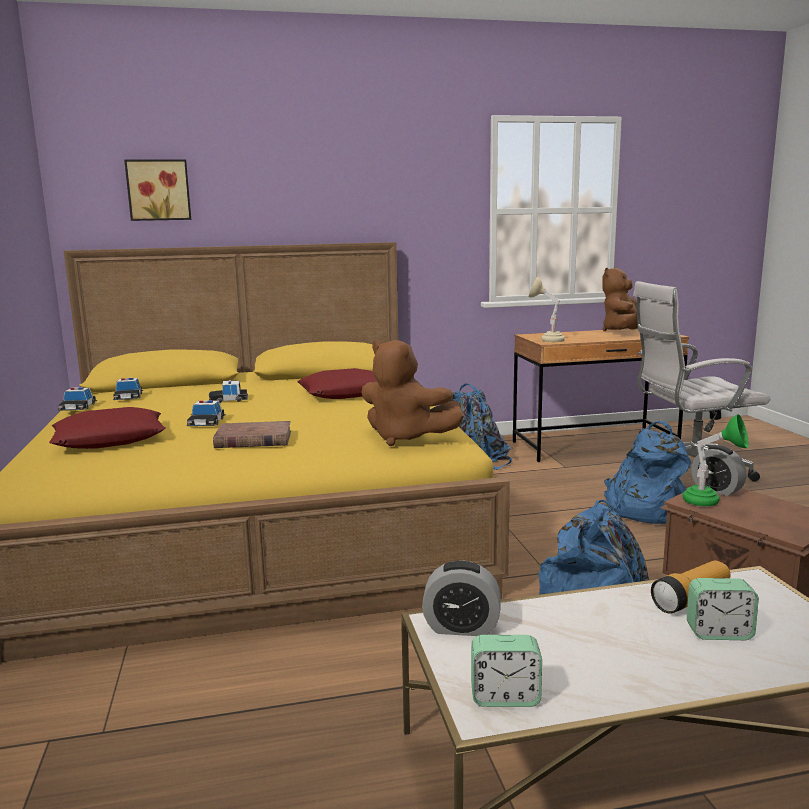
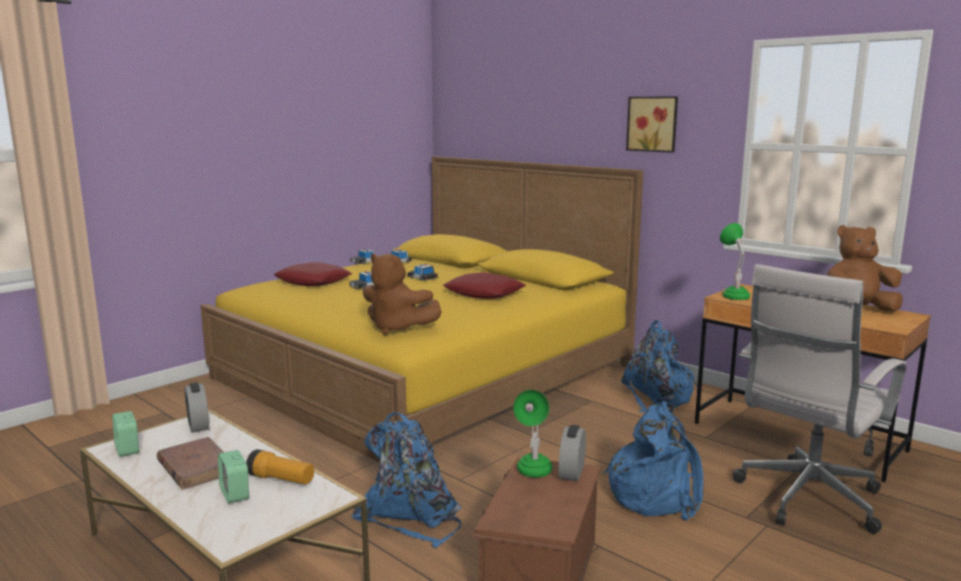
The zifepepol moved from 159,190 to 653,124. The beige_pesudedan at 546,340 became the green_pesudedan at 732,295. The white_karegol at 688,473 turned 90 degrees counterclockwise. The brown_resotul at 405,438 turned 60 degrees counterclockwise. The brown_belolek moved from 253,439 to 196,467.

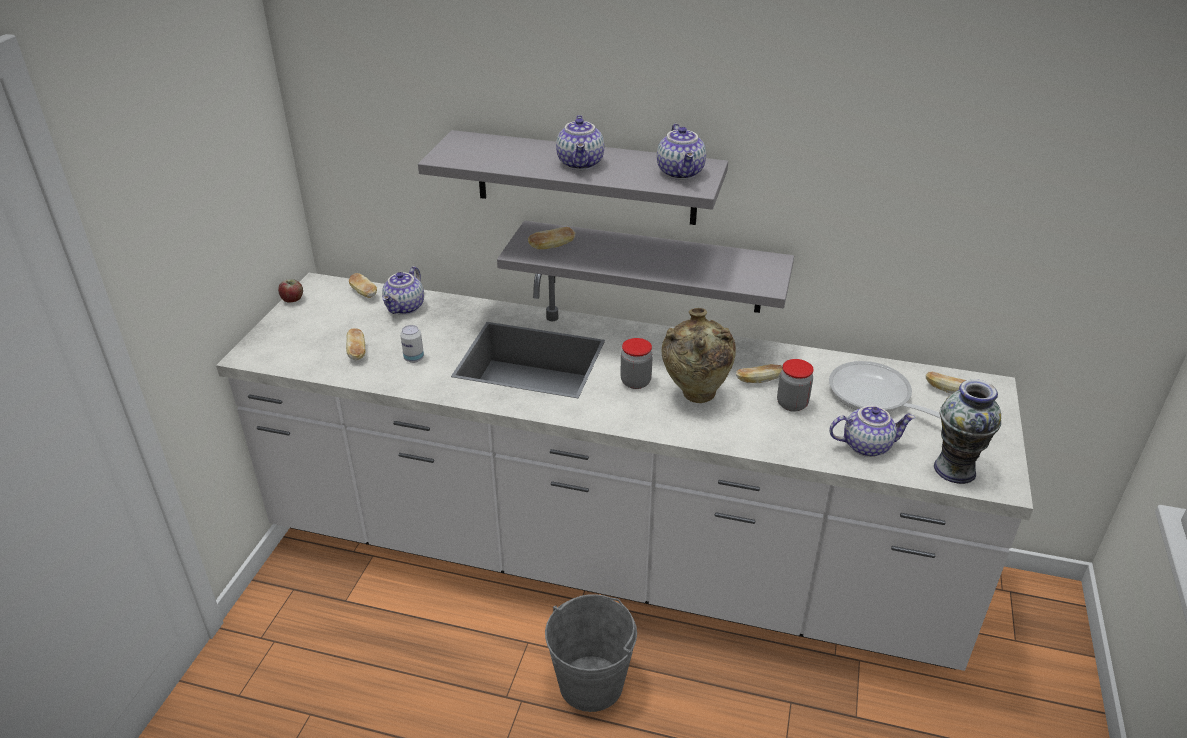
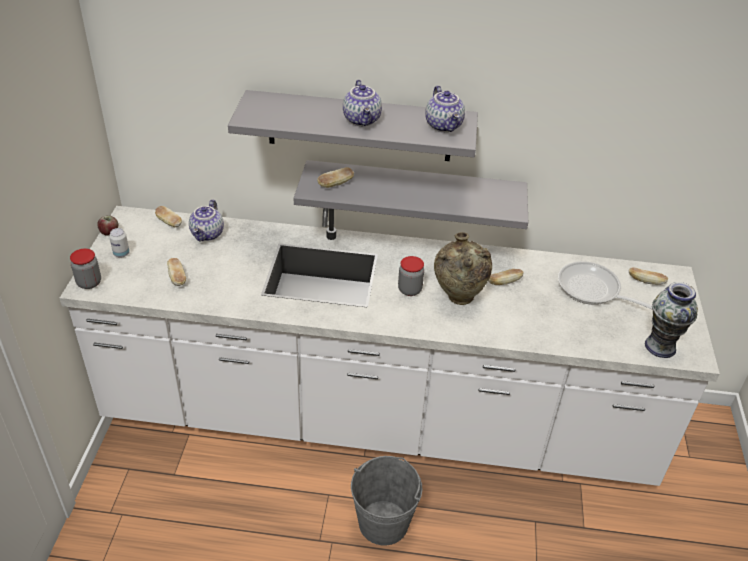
The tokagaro moved from 414,358 to 121,254. The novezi moved from 792,404 to 89,283. The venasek at 867,445 disappeared.

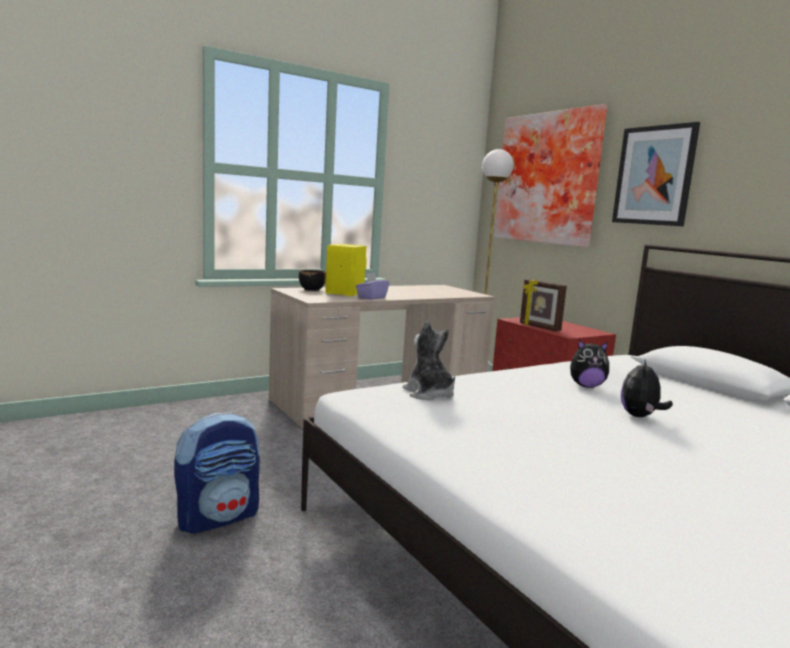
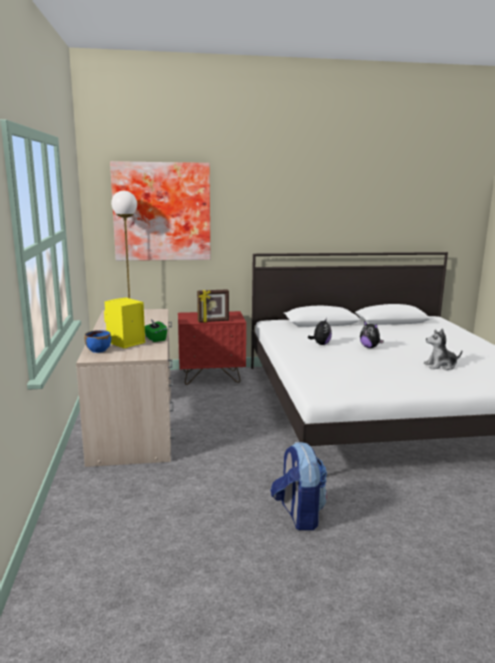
The zifepepol at 654,175 disappeared. The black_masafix at 312,289 became the blue_masafix at 99,350. The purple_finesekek at 371,297 became the green_finesekek at 155,339. The resotul moved from 429,394 to 440,366.

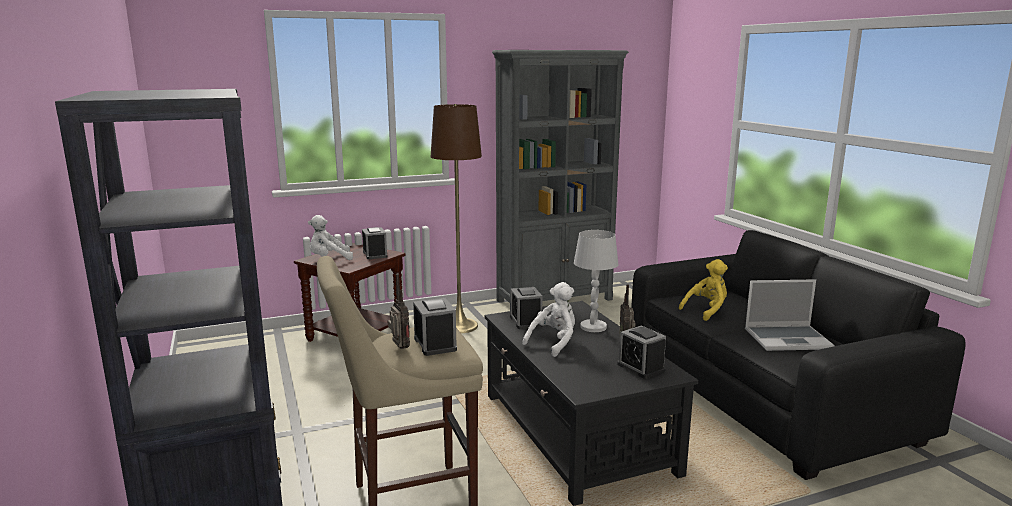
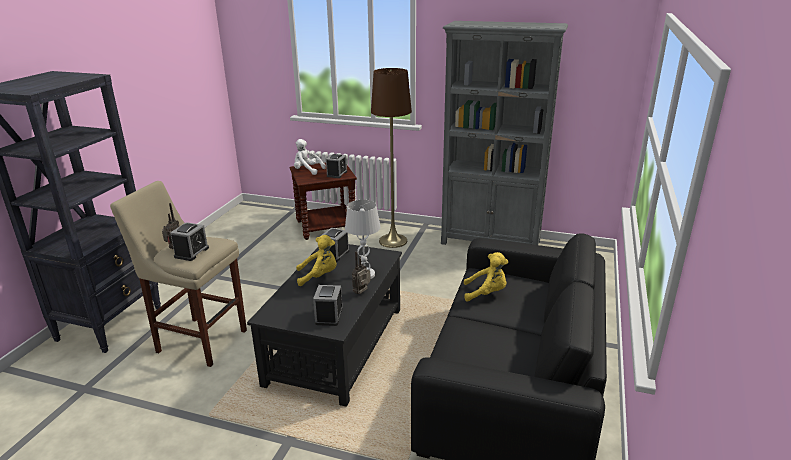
The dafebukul at 787,339 disappeared. The white_resotul at 554,343 became the yellow_resotul at 319,276.

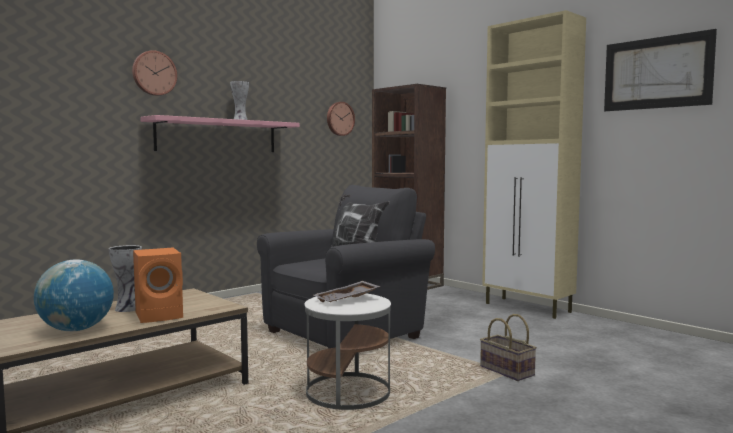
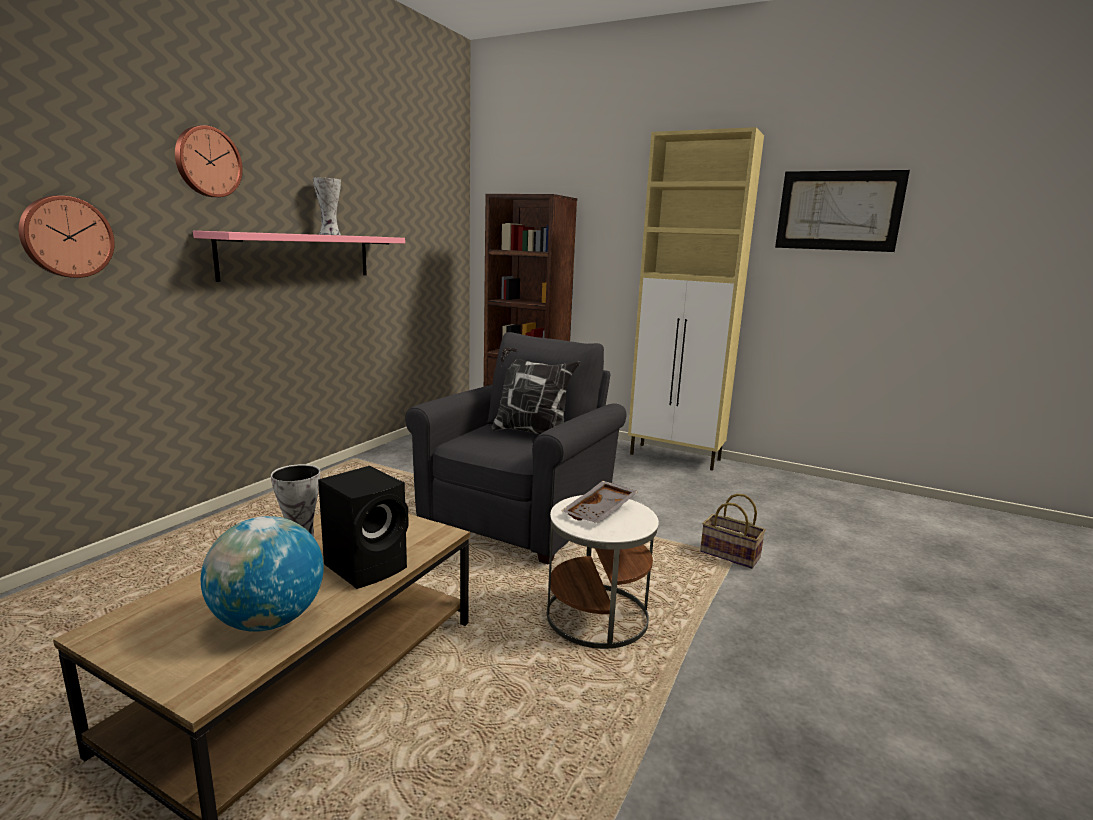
The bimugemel moved from 339,118 to 66,237. The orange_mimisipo at 161,315 became the black_mimisipo at 368,566.

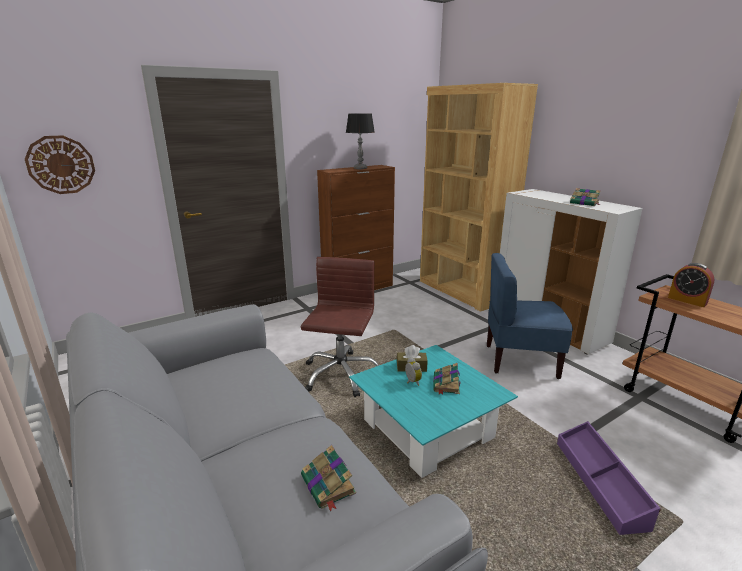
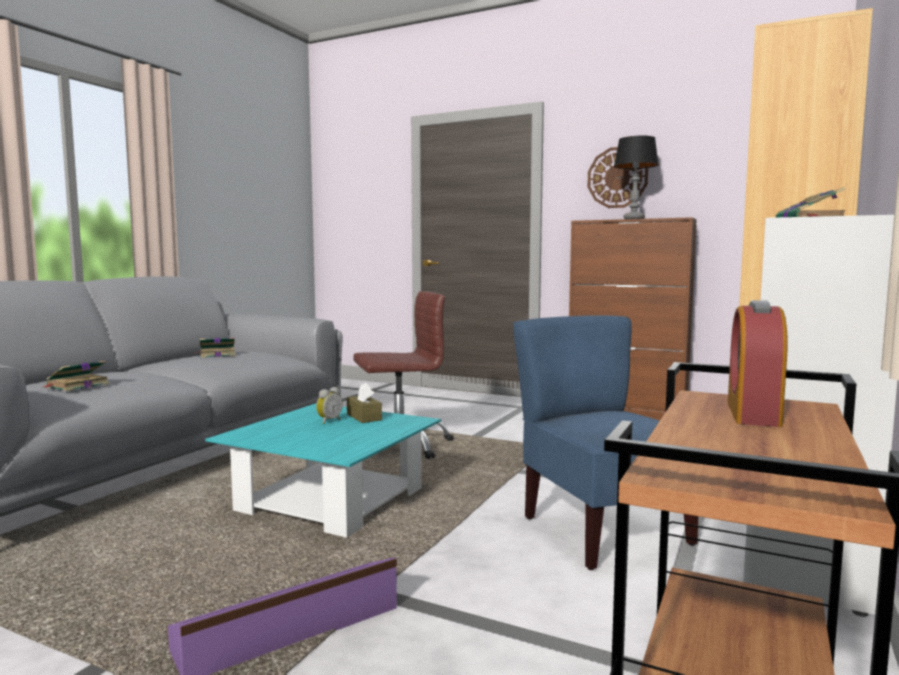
The bimugemel moved from 61,165 to 617,177. The belolek moved from 446,384 to 216,354.

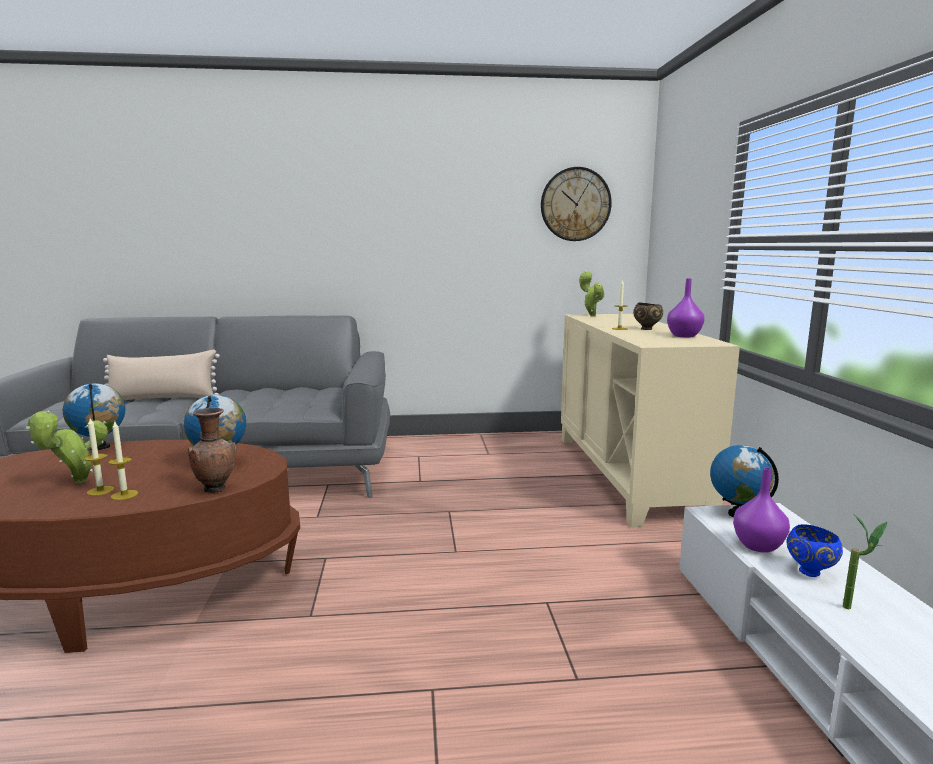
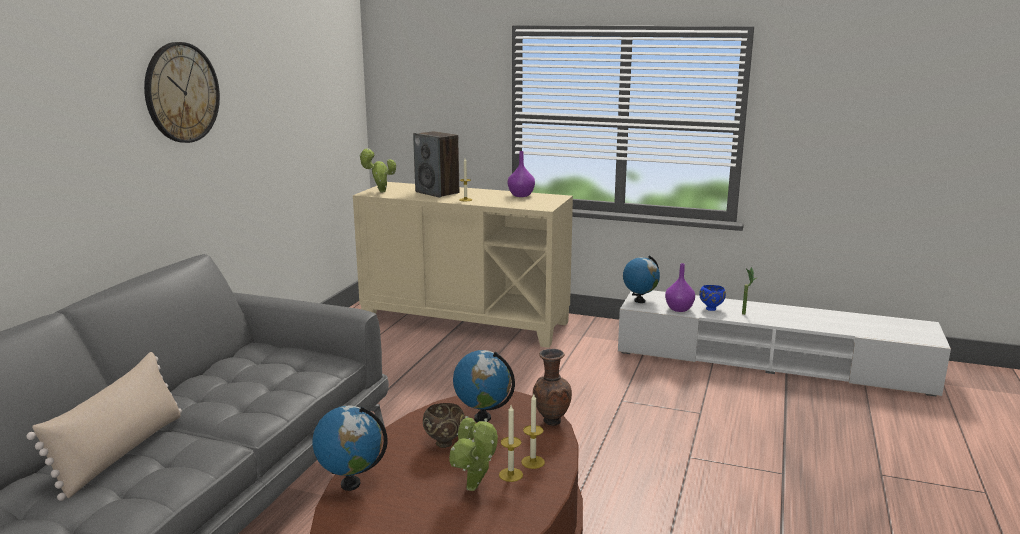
The bimugemel moved from 575,204 to 181,92. The brown_masafix moved from 647,329 to 445,443. The mimisipo at 437,192 appeared.

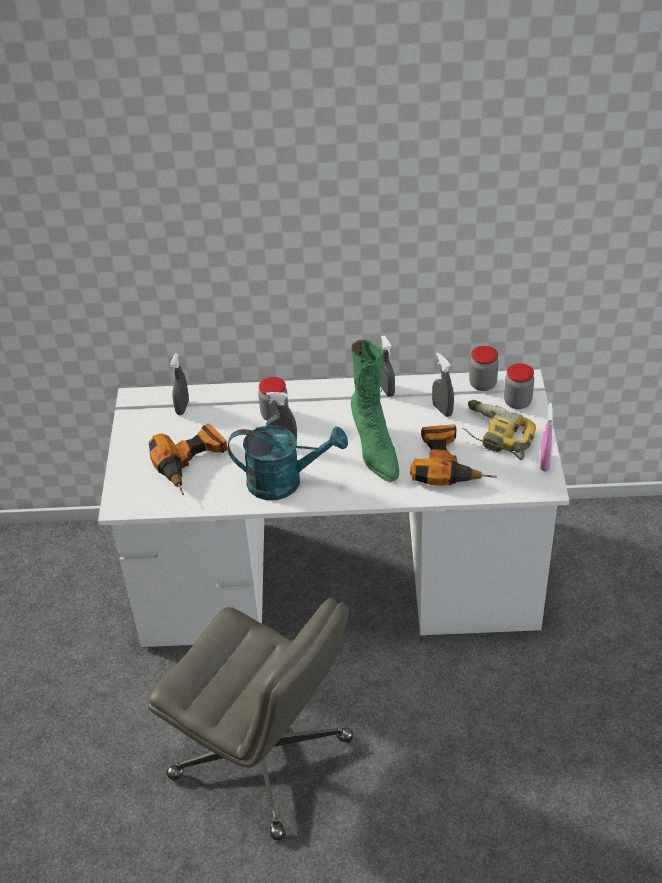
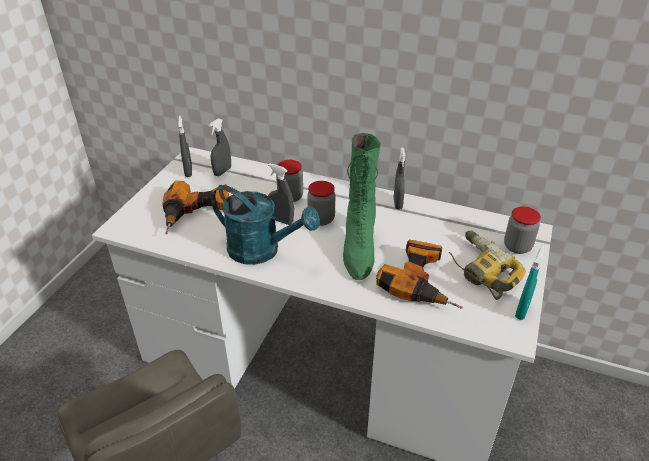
The novezi moved from 482,384 to 321,219. The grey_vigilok moved from 442,410 to 188,171. The pink_vigilok at 544,462 became the turquoise_vigilok at 522,310.

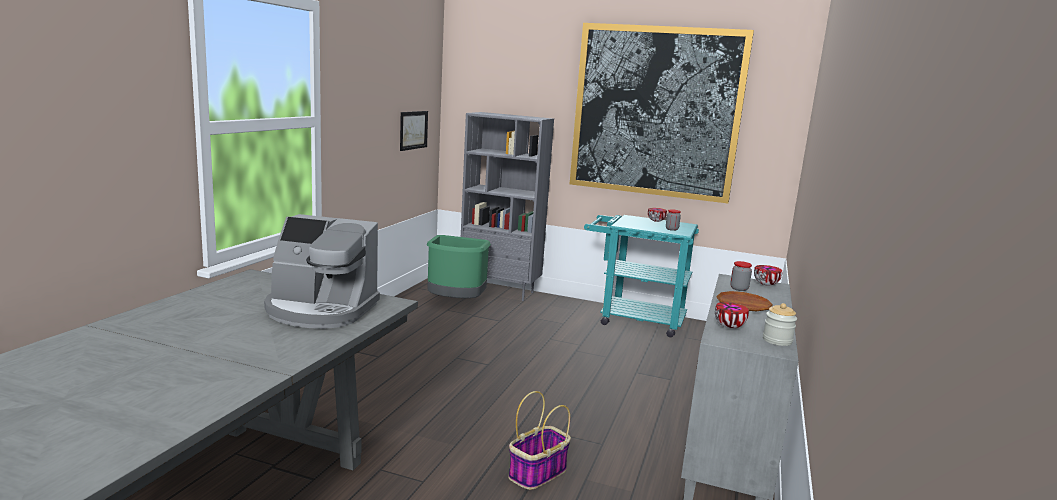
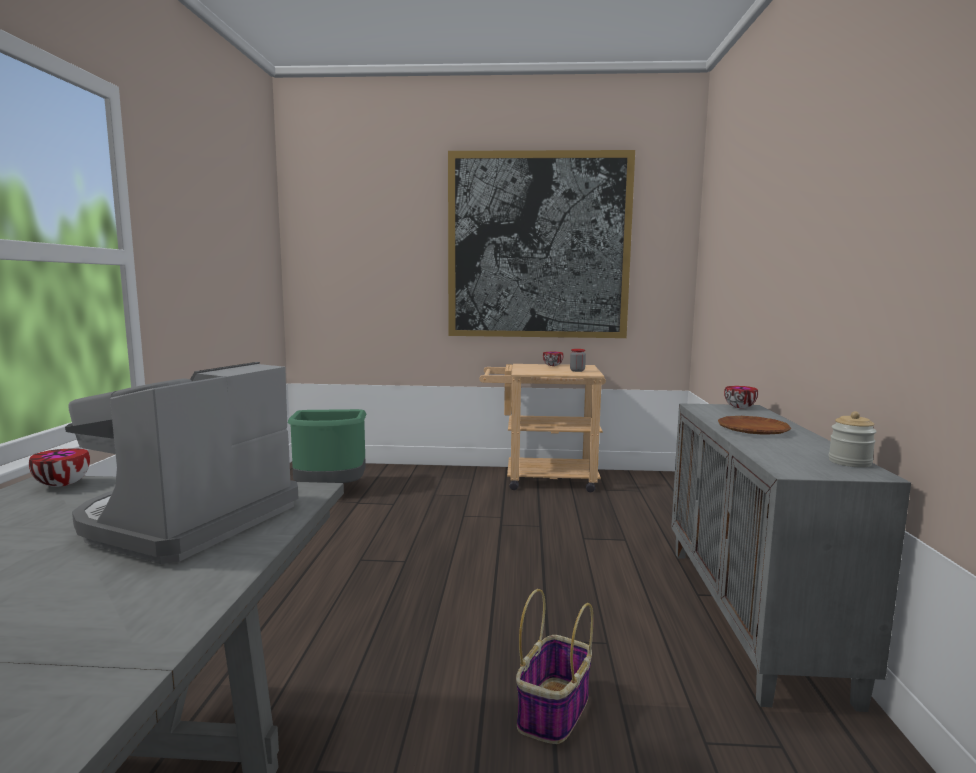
The zifepepol at 413,130 disappeared. The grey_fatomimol at 500,291 disappeared. The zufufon at 320,310 turned 120 degrees clockwise. The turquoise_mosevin at 633,319 became the beige_mosevin at 541,479. The novezi at 739,288 disappeared. The masafix moved from 730,327 to 63,485.

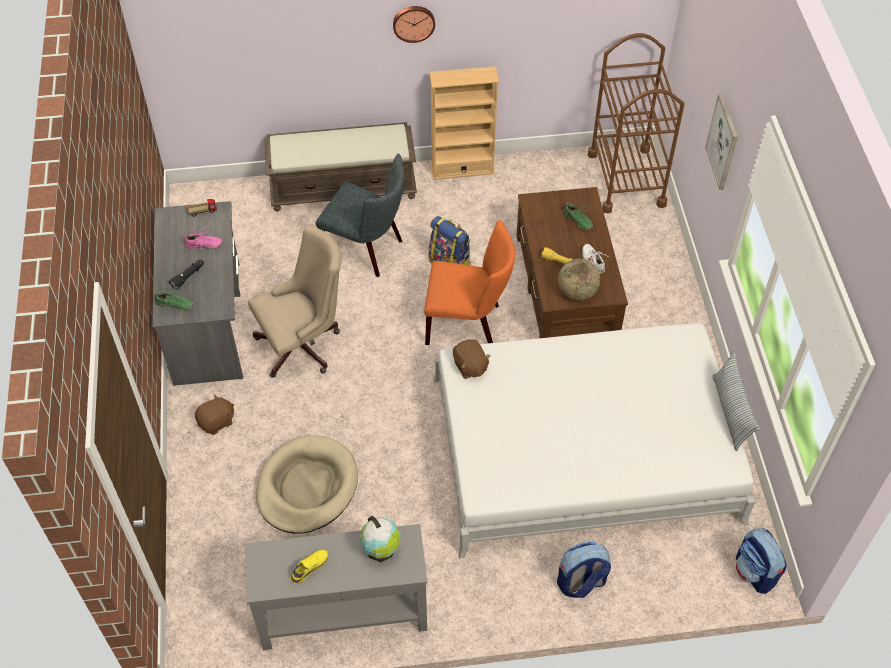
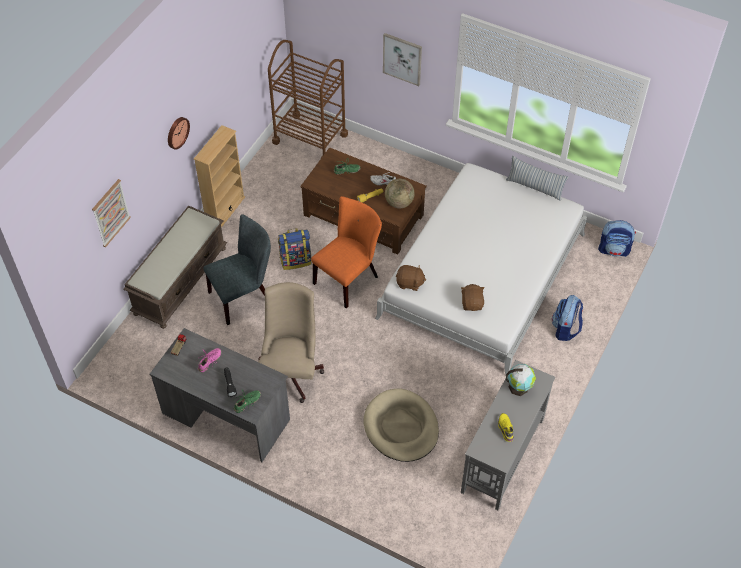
The brown_resotul moved from 217,422 to 472,303. The zifepepol at 110,212 appeared.

